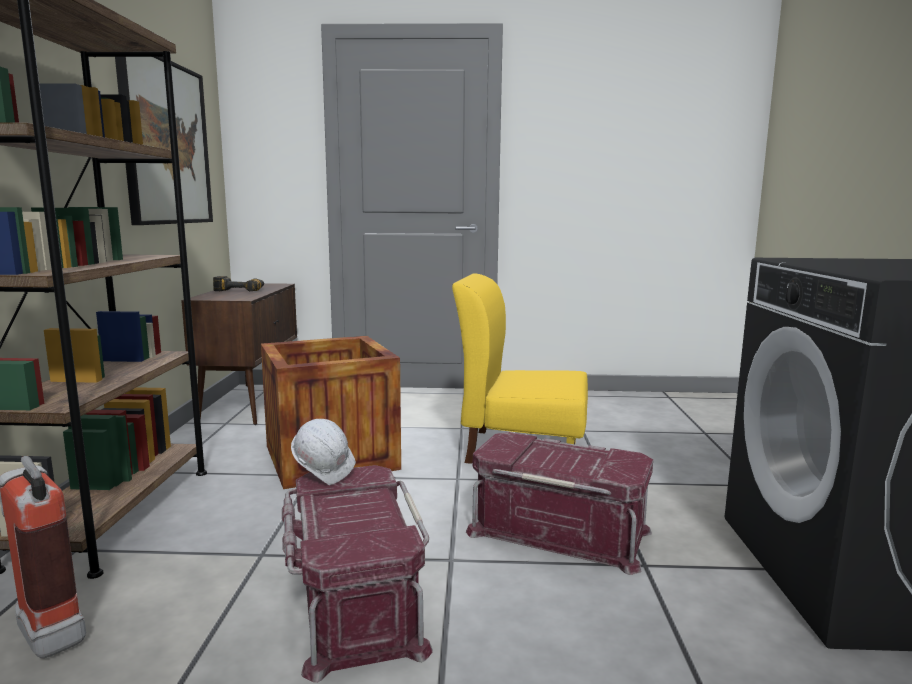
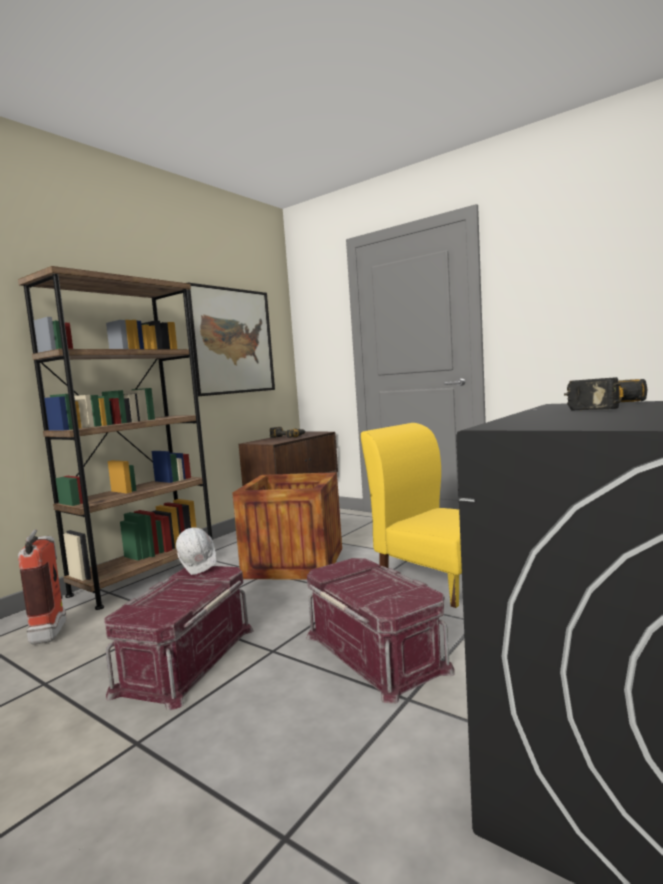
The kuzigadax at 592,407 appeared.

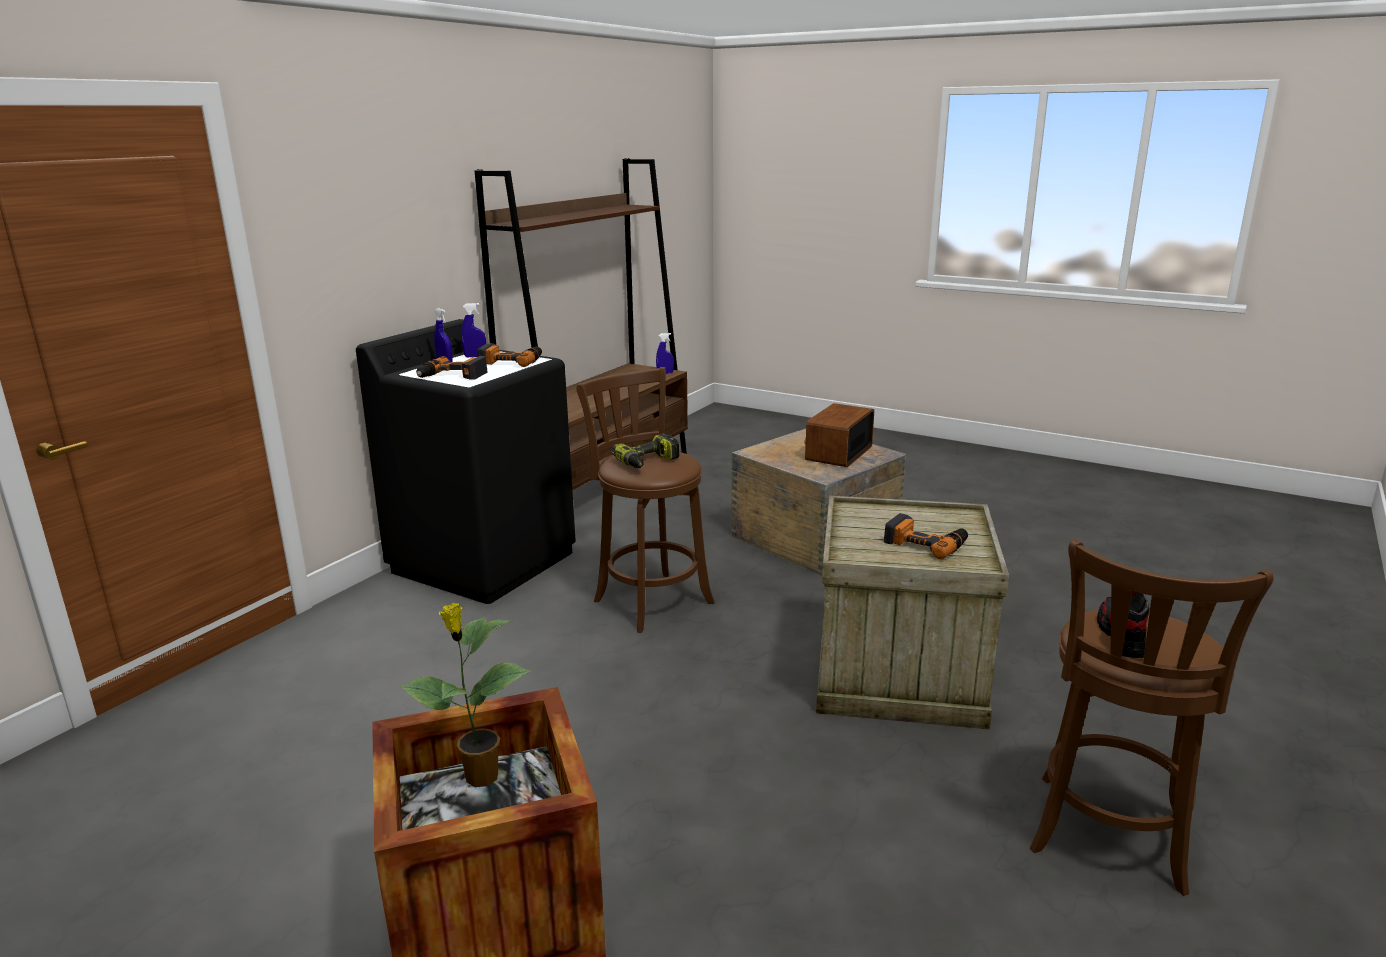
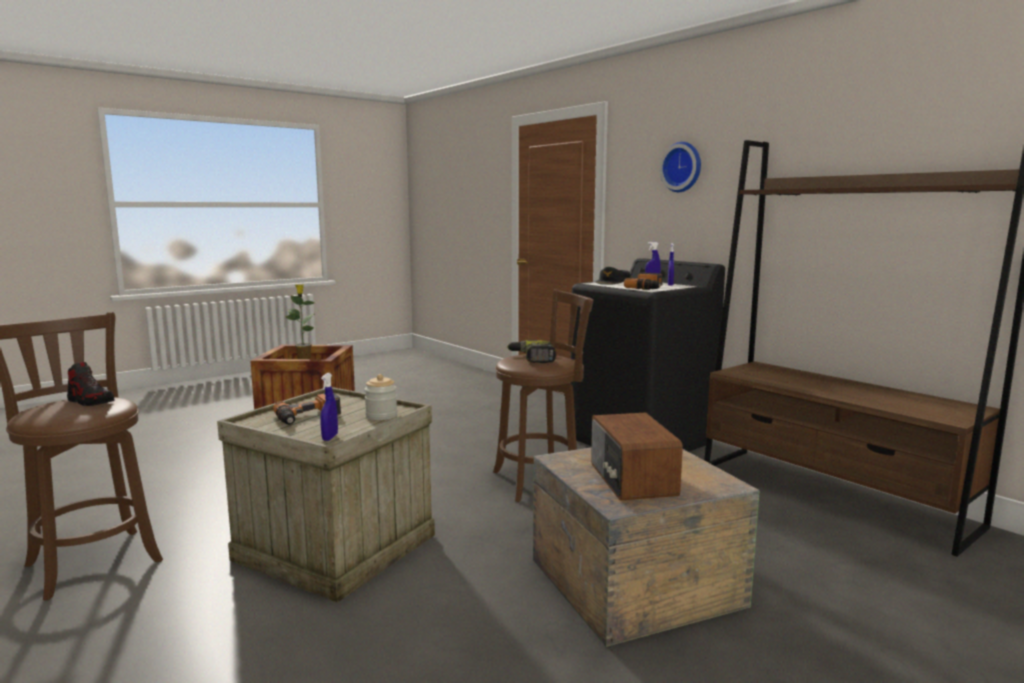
The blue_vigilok moved from 665,373 to 330,437. The kuzigadax at 452,376 was replaced by the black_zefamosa at 613,282. The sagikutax at 837,453 turned 150 degrees counterclockwise. The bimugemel at 682,167 appeared. The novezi at 381,415 appeared.

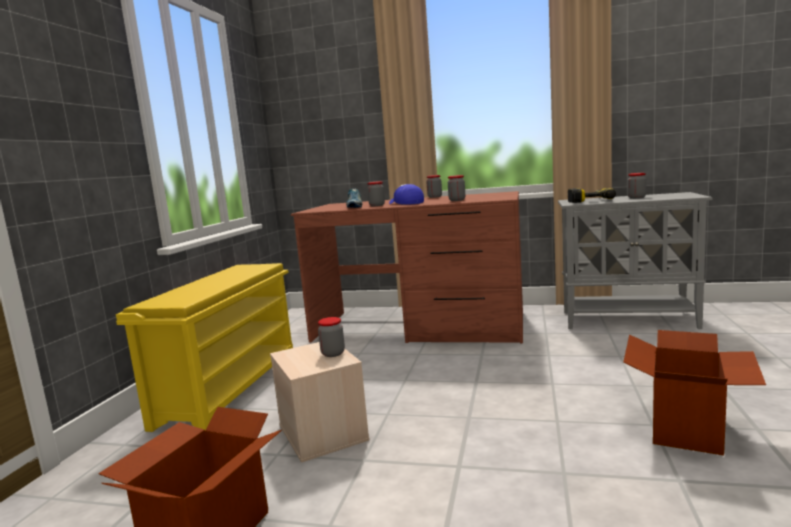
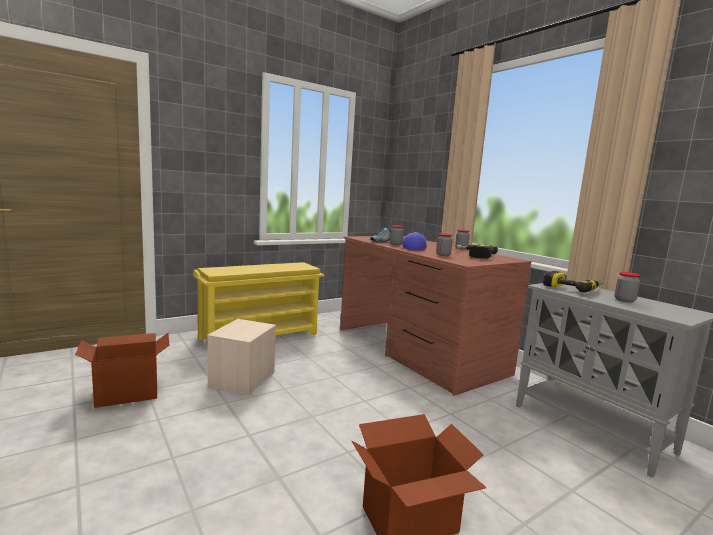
The novezi at 333,353 disappeared. The kuzigadax at 473,255 appeared.

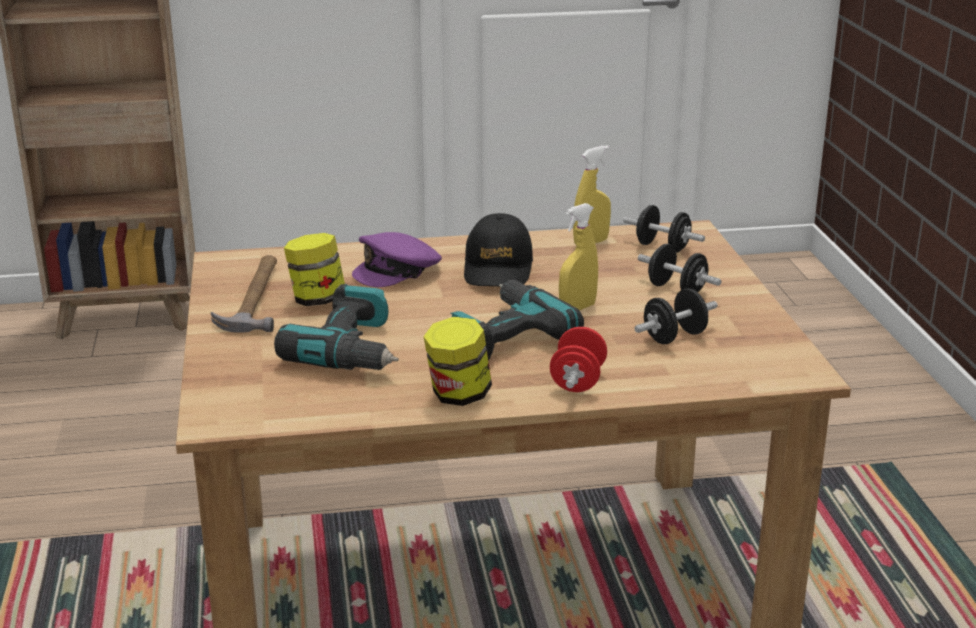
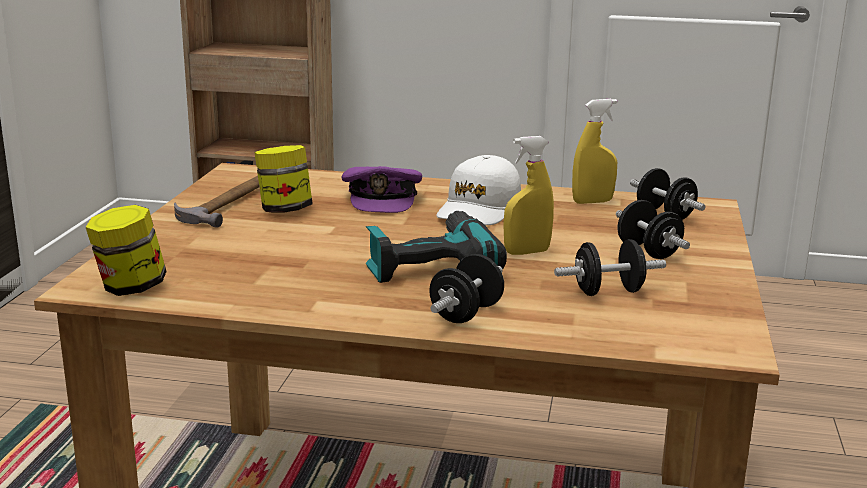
The black_zefamosa at 498,268 became the white_zefamosa at 479,209. The purple_zefamosa at 398,270 turned 75 degrees counterclockwise. The kuzigadax at 352,350 disappeared. The novezi moved from 458,395 to 130,287. The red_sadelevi at 577,381 became the black_sadelevi at 466,313.

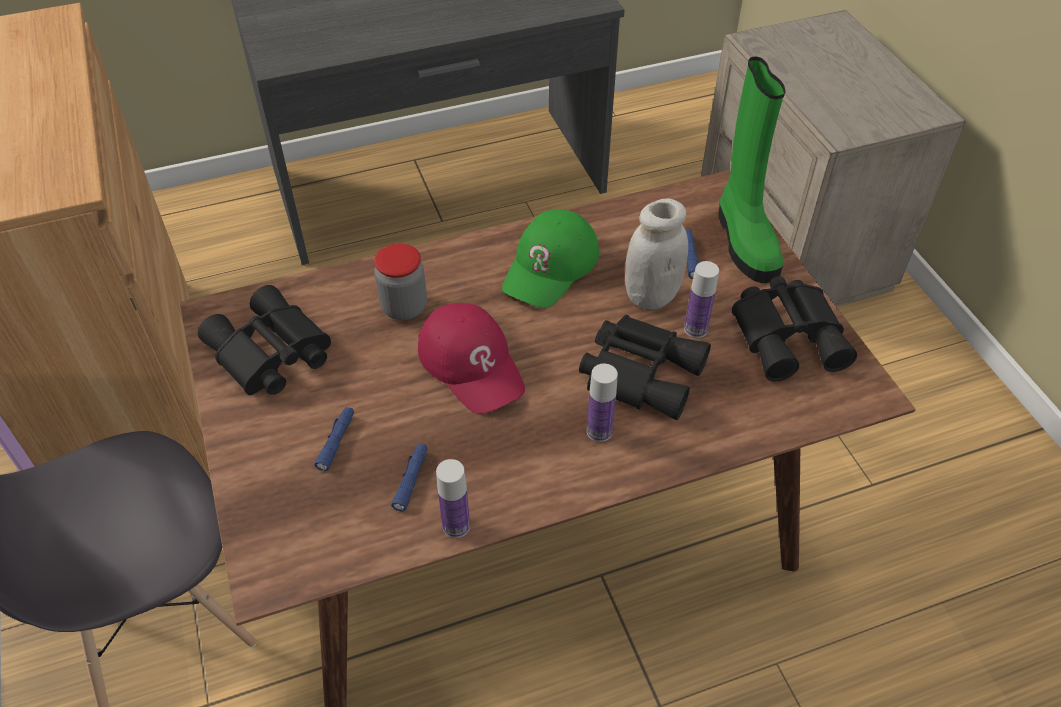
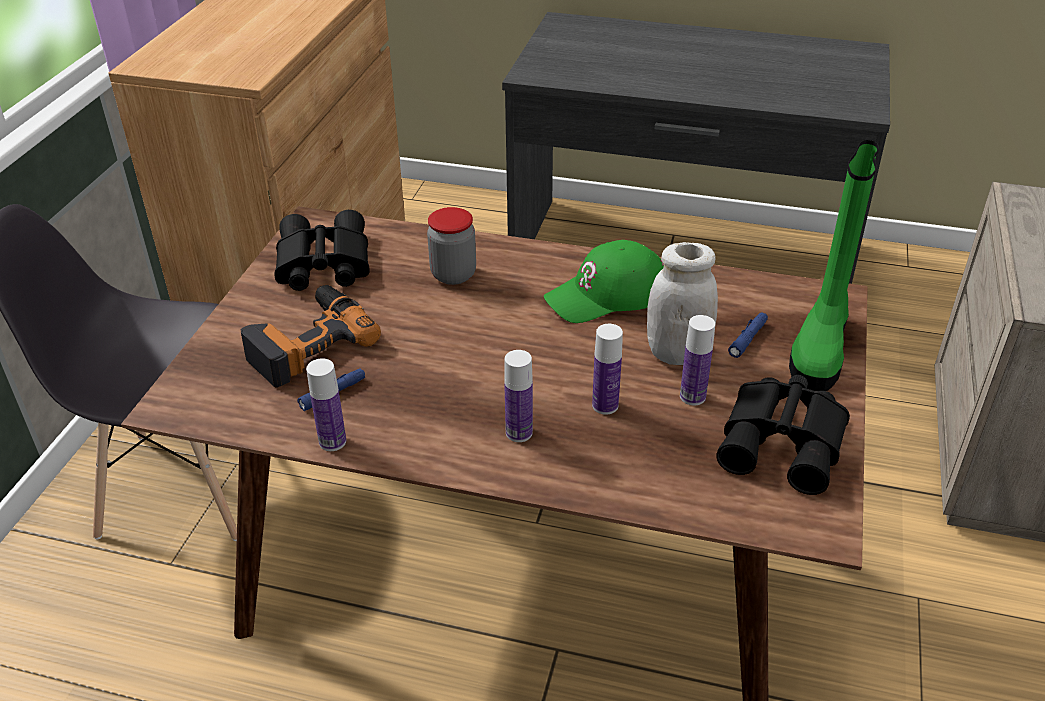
The red_zefamosa at 472,364 disappeared. The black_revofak at 641,371 was replaced by the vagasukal at 605,405. The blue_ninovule at 336,442 was replaced by the kuzigadax at 307,342.

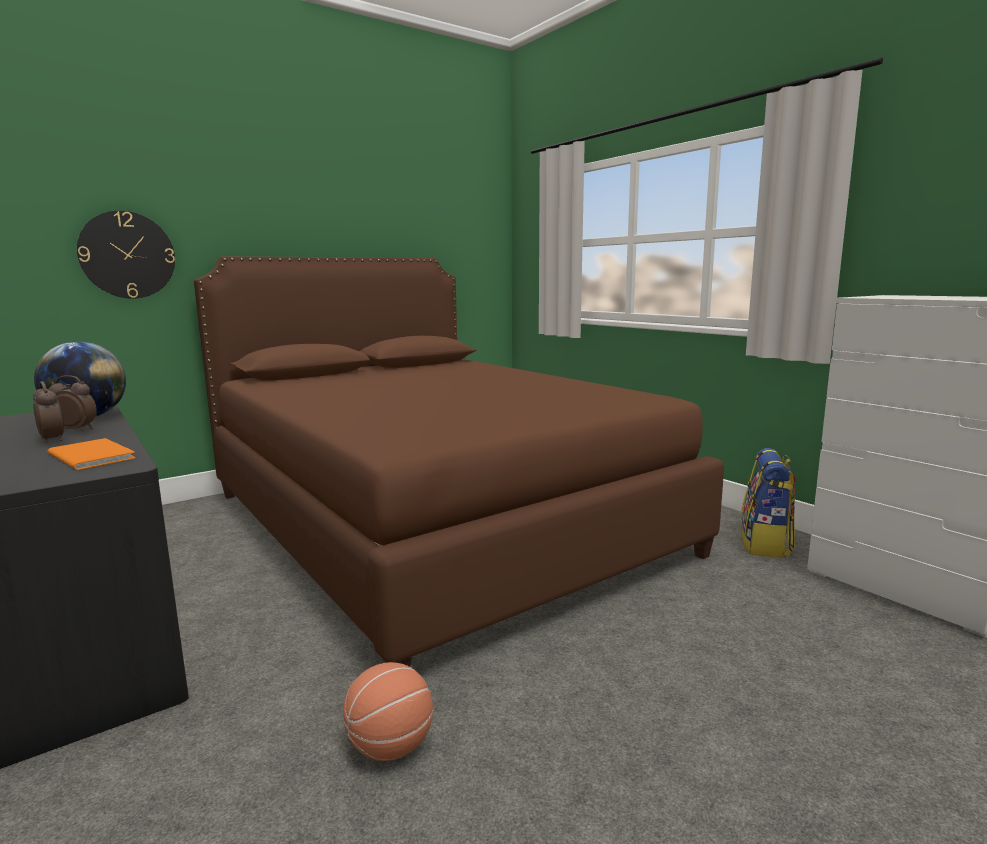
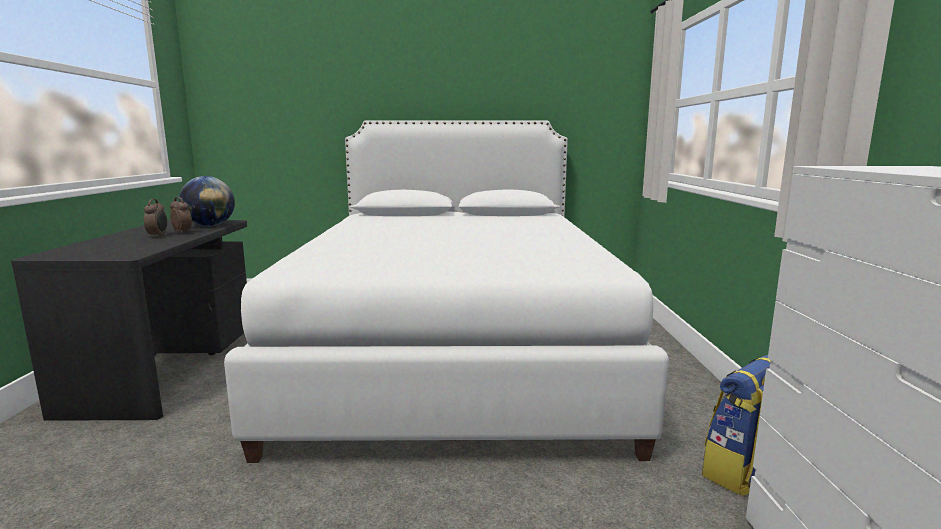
The bimugemel at 127,255 disappeared. The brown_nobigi at 434,522 became the white_nobigi at 454,352. The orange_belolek at 93,455 disappeared. The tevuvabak at 389,747 disappeared.

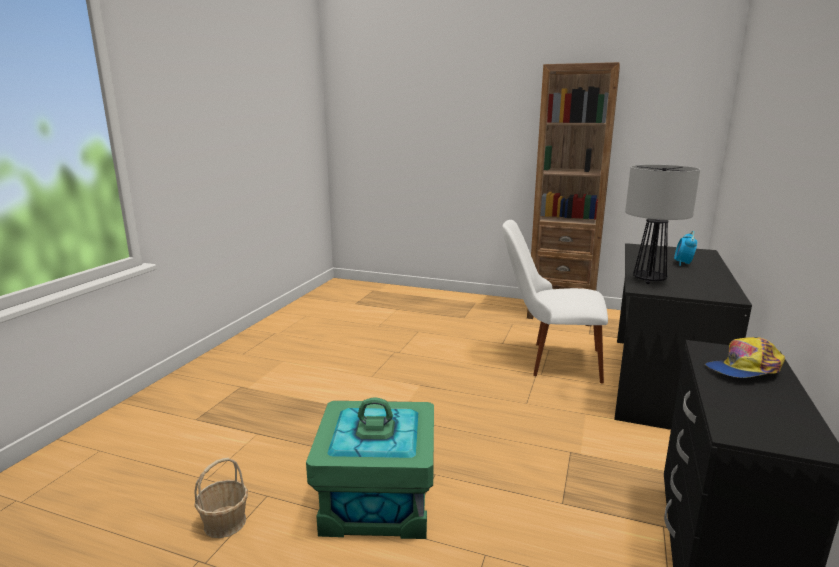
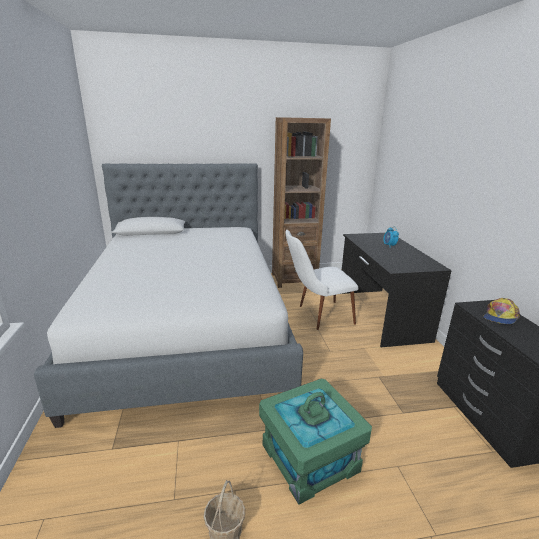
The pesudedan at 649,280 disappeared. The nobigi at 187,326 appeared.

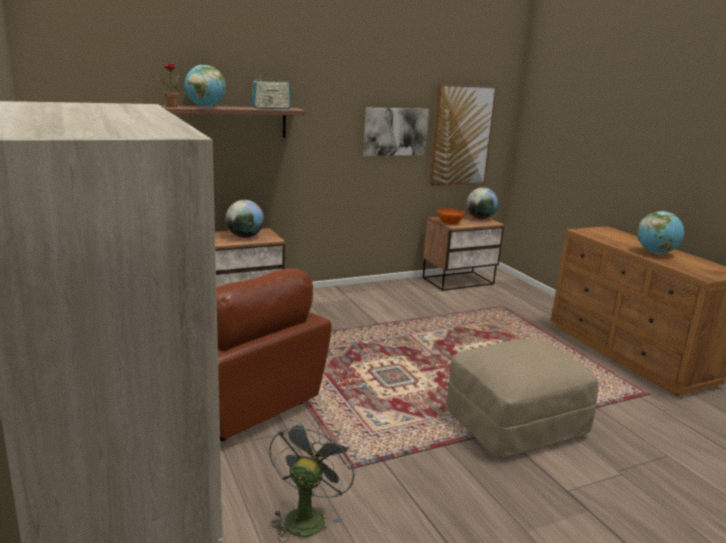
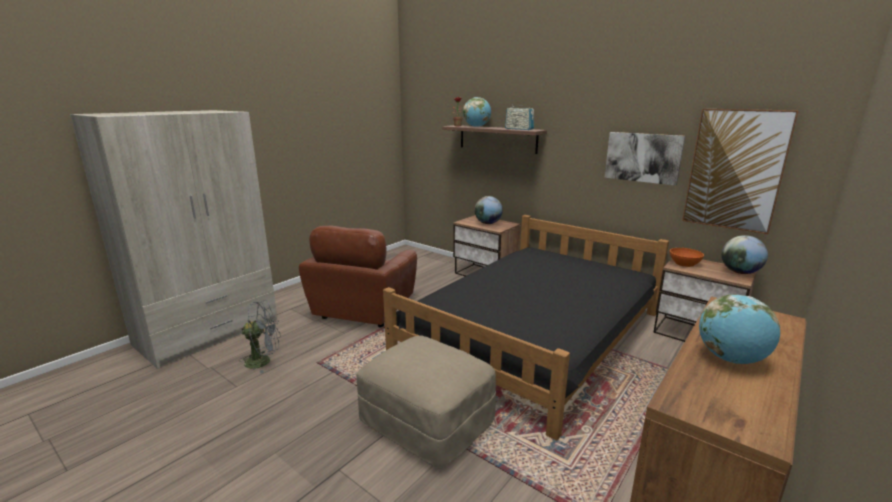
The black_nobigi at 533,334 appeared.

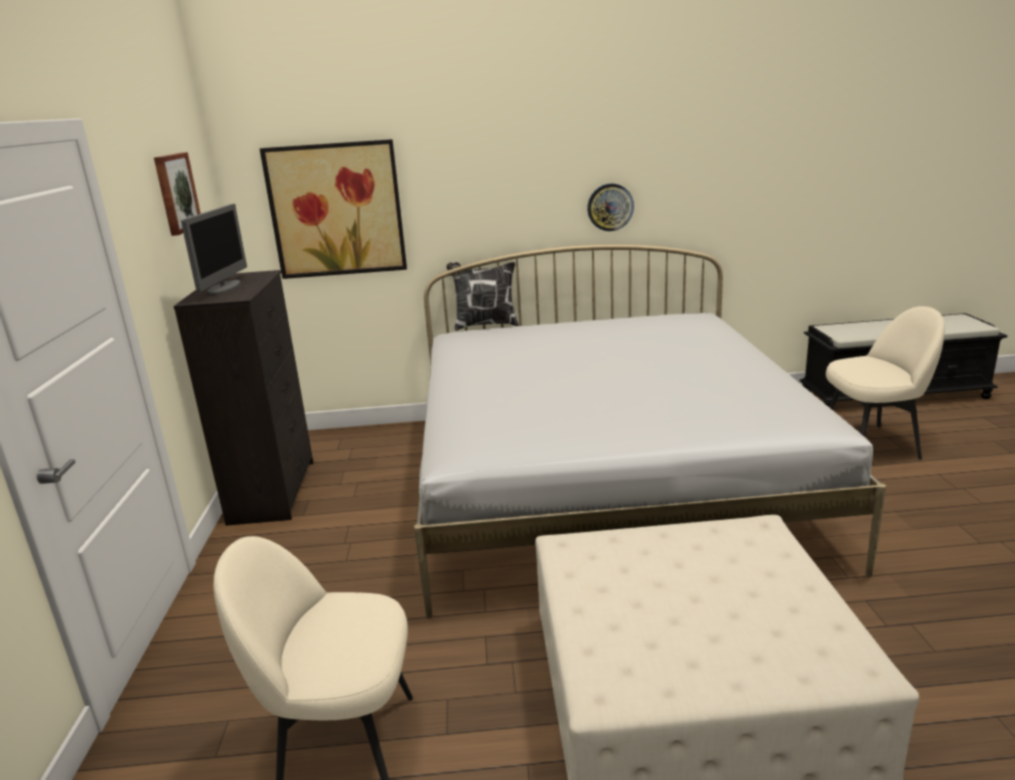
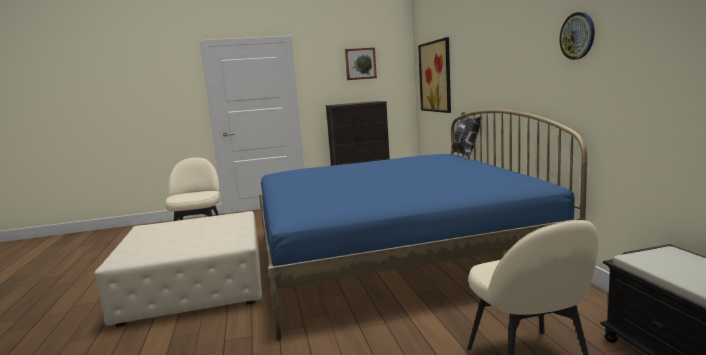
The bimugemel moved from 610,207 to 577,36. The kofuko at 224,288 disappeared. The white_nobigi at 606,481 became the blue_nobigi at 394,255.

